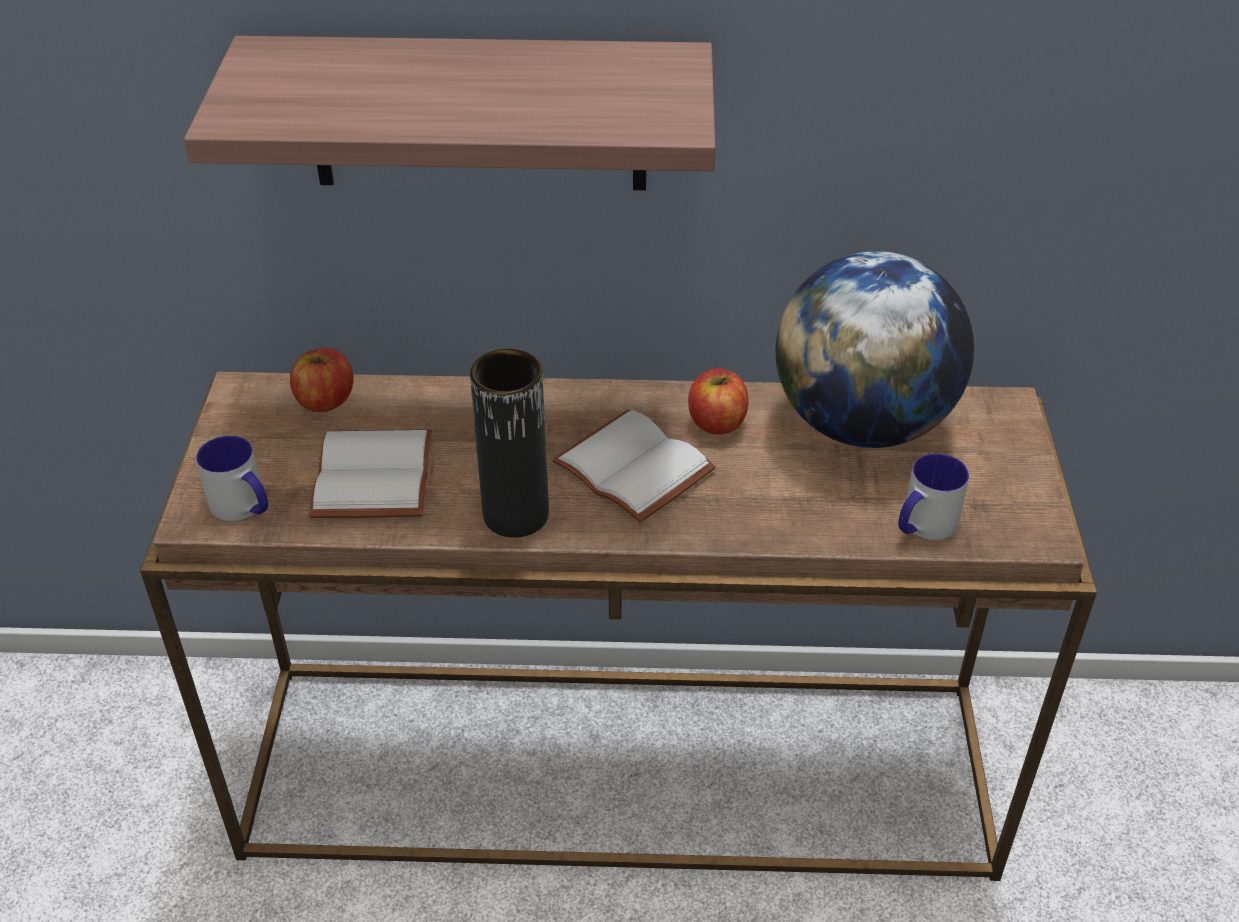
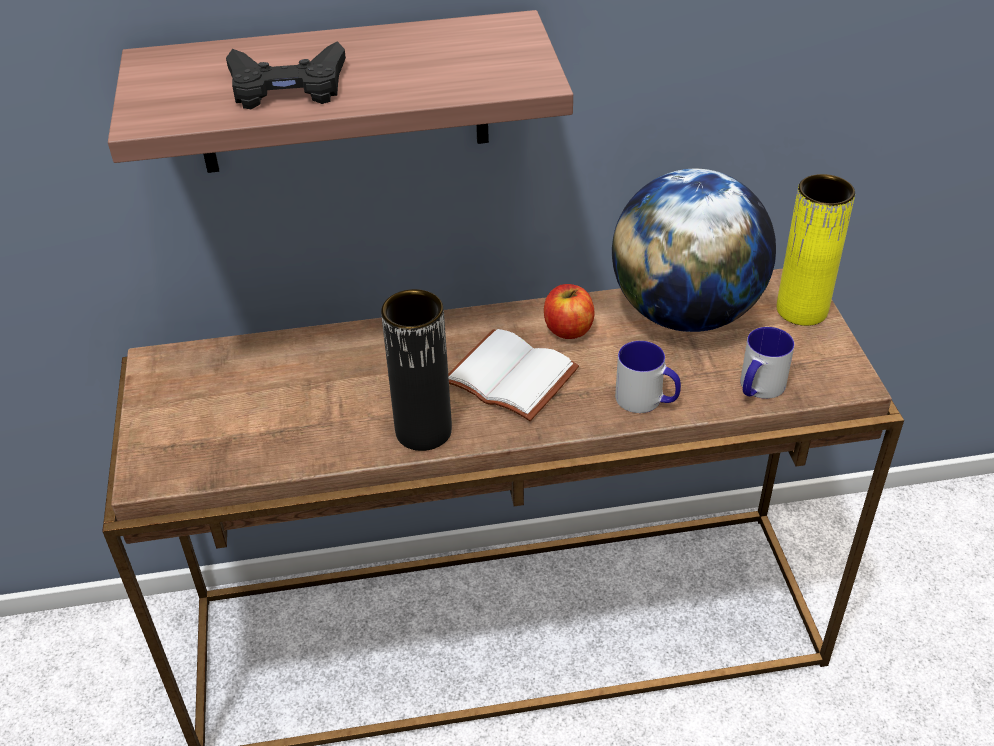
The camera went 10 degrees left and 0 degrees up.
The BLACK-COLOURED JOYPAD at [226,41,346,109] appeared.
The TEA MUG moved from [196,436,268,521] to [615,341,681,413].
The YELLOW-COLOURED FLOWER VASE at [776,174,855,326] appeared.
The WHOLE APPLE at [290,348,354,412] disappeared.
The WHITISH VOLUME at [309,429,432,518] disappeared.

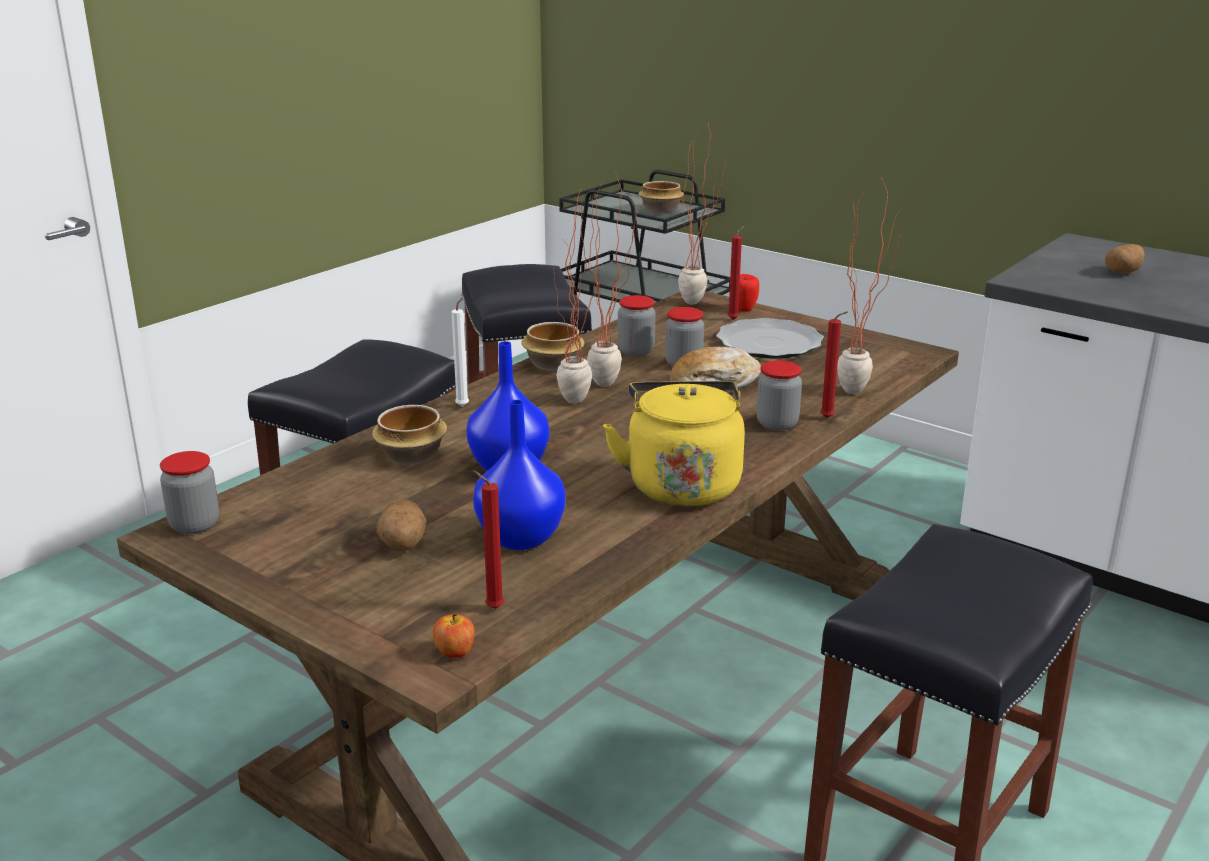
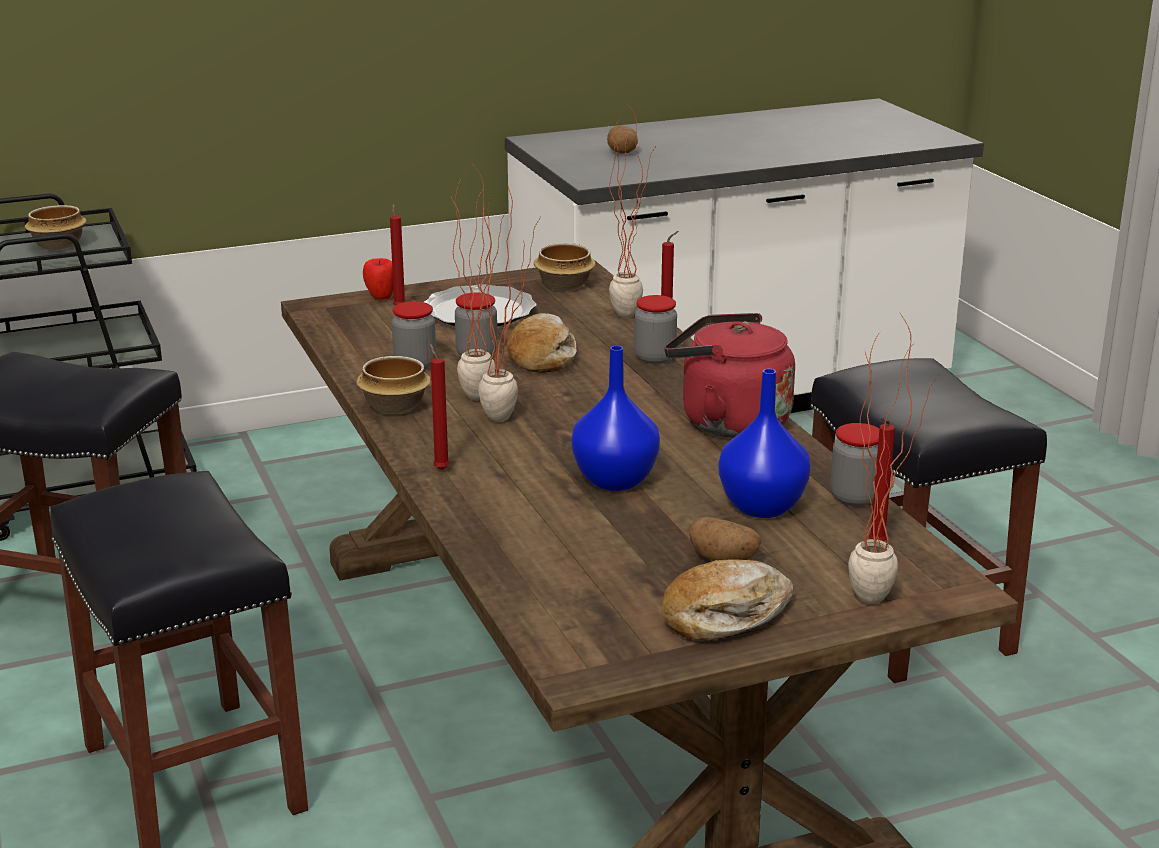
The camera went 60 degrees left and 0 degrees up.
The WHITISH WAX LIGHT at [452,297,469,407] became the RED-COLOURED WAX LIGHT at [430,343,450,470].
The SERVING BOWL moved from [372,405,447,465] to [534,243,596,291].
The BREAD at [662,560,793,640] appeared.
The YELLOW-COLOURED KETTLE at [603,381,745,506] became the RED-COLOURED KETTLE at [664,313,795,438].
The JAR moved from [160,451,219,534] to [830,423,879,506].
The HOUSEPLANT moved from [678,123,732,305] to [848,312,938,604].
The WHOLE APPLE at [433,614,475,658] disappeared.

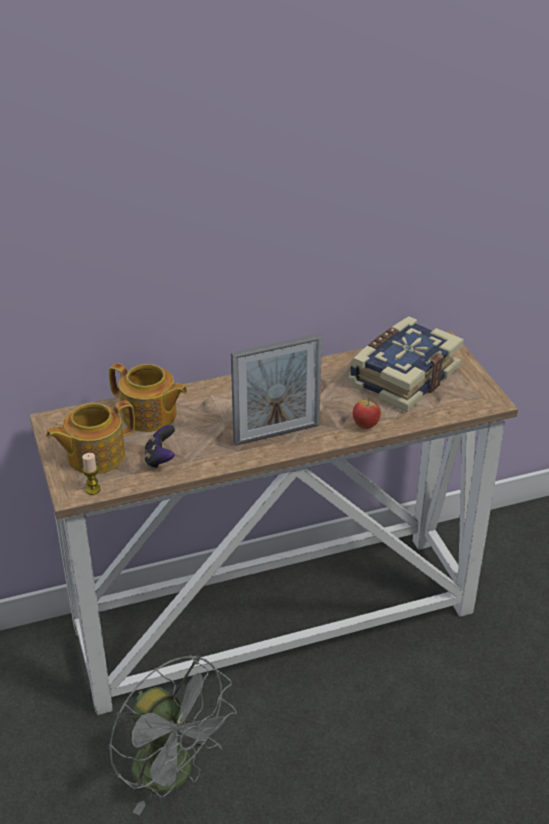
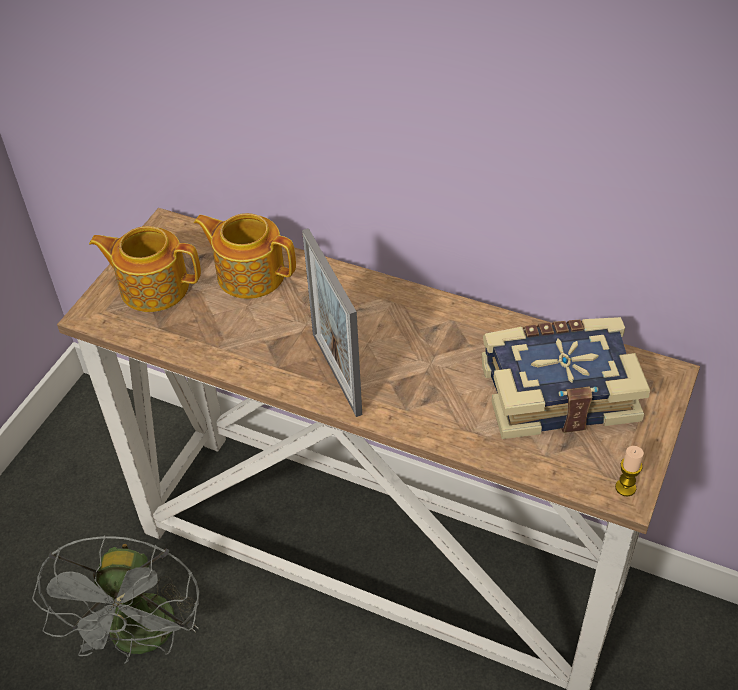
The camera went 45 degrees right and 10 degrees up.
The POT FOR TEA at [109,363,188,432] turned 135 degrees clockwise.
The PHOTO FRAME at [231,333,322,446] turned 45 degrees clockwise.
The WAX LIGHT moved from [82,453,101,495] to [615,446,644,496].
The JOYPAD at [145,425,175,469] disappeared.
The WHOLE APPLE at [353,398,381,429] disappeared.

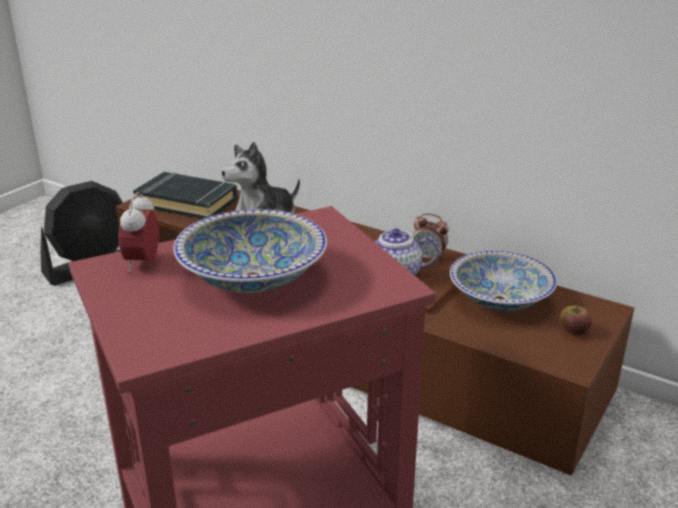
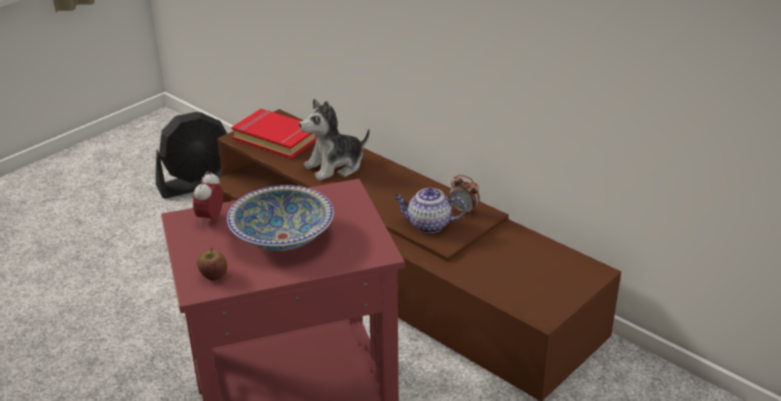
The camera went 10 degrees right and 5 degrees up.
The WHOLE APPLE moved from [560,303,592,335] to [197,248,227,281].
The BLACK-COLOURED VOLUME at [133,172,237,219] became the RED-COLOURED VOLUME at [231,109,316,159].
The SERVING BOWL at [450,251,557,311] disappeared.

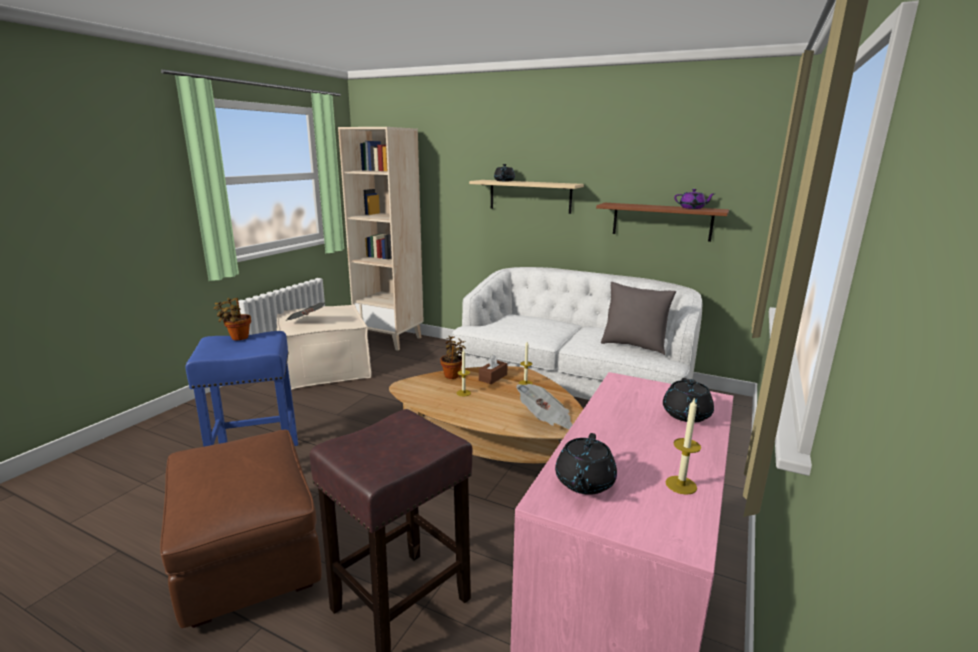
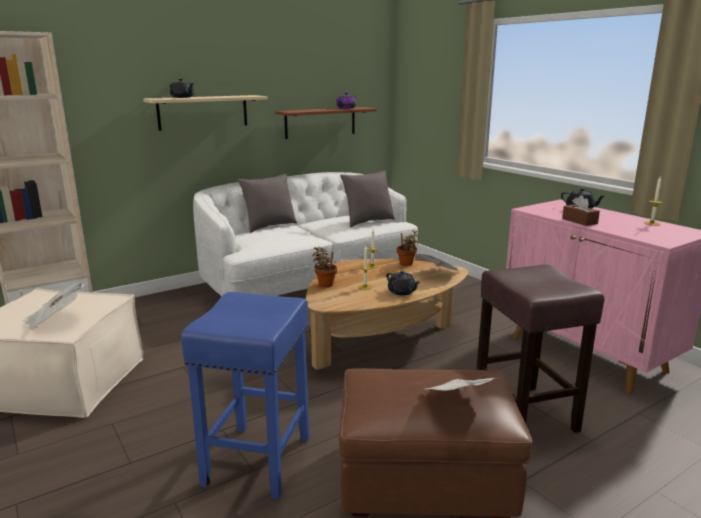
The camera went 60 degrees left and 0 degrees up.
The GREY CUSHION at [238,174,297,233] appeared.
The BLACK-COLOURED POT FOR TEA moved from [555,433,617,495] to [386,271,420,295].
The HOUSEPLANT moved from [213,298,251,340] to [396,230,419,266].
The DAILY PAPER at [426,378,495,391] appeared.
The BROWN TISSUE BOX moved from [479,354,508,384] to [562,195,600,226].

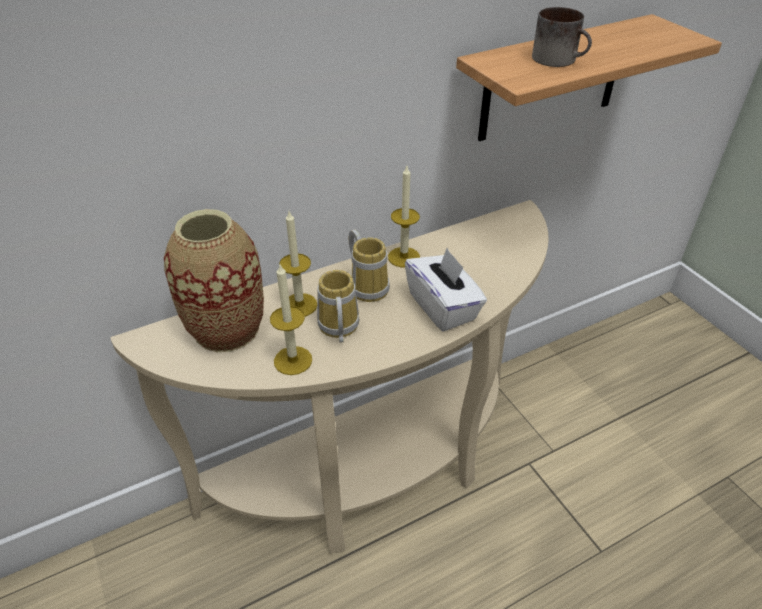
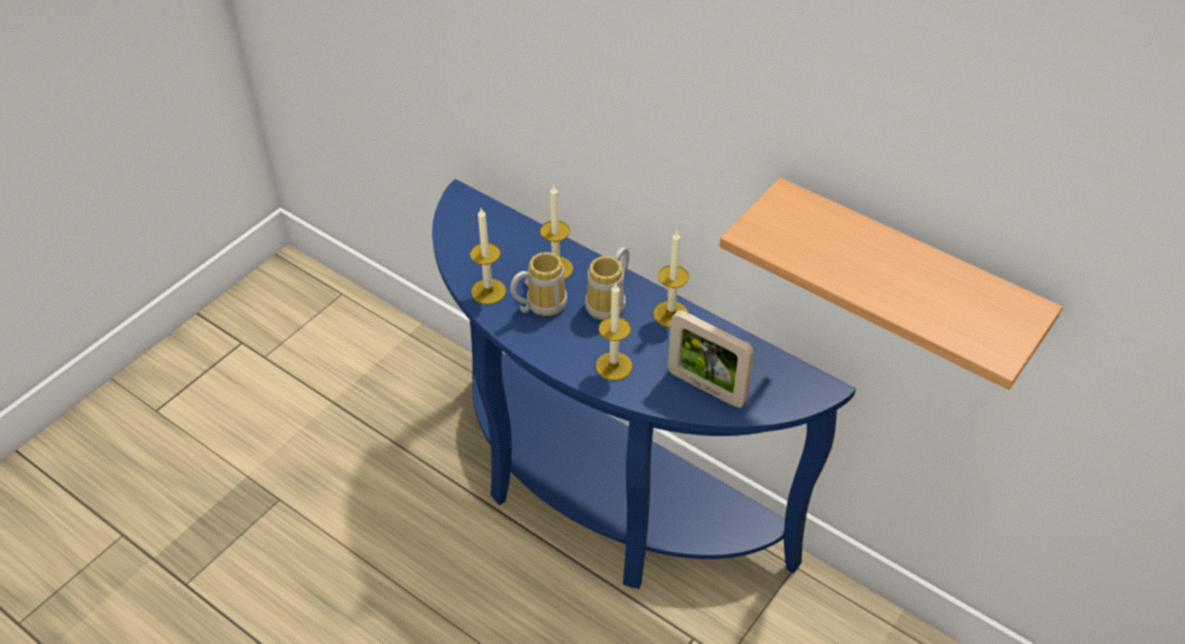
The camera went 65 degrees right and 5 degrees up.
The BEIGE-COLOURED NARROW TABLE at [110,200,549,554] became the BLUE-COLOURED NARROW TABLE at [432,179,856,589].
The WHITISH TISSUE BOX at [405,248,487,332] was replaced by the WAX LIGHT at [596,282,632,380].
The PHOTO FRAME at [668,310,755,408] appeared.
The FLOWER VASE at [164,209,264,352] disappeared.
The TEA MUG at [532,7,592,67] disappeared.

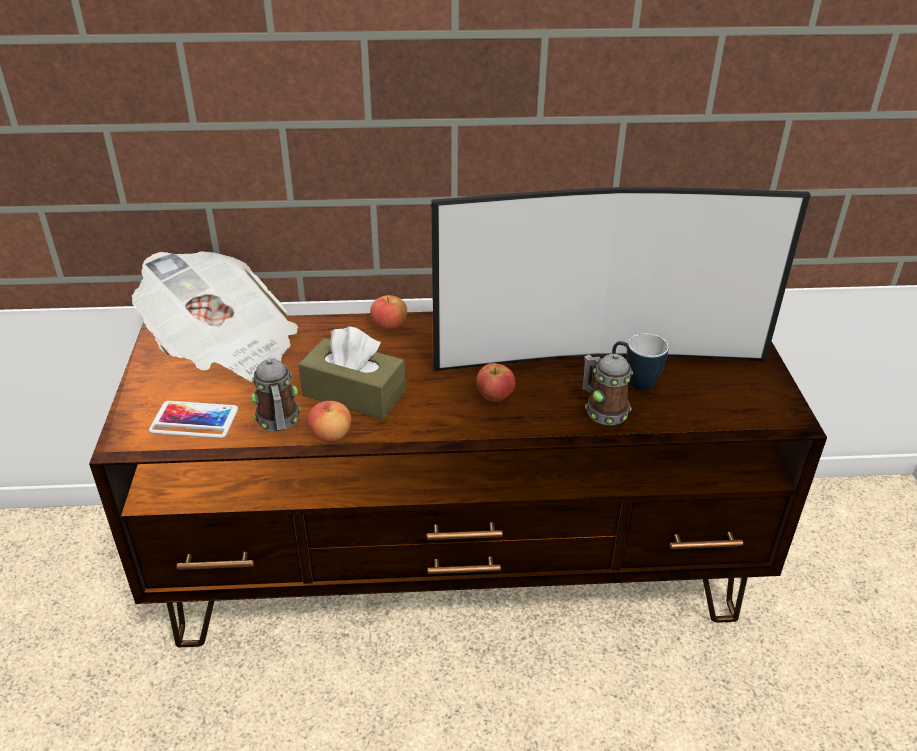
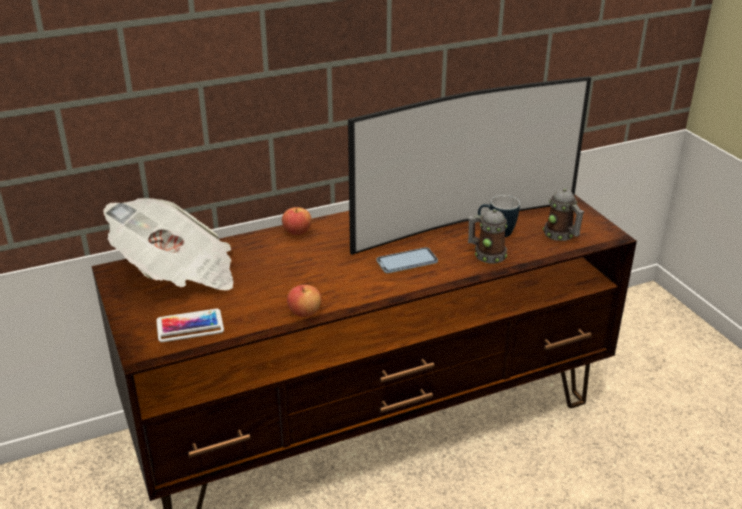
The camera went 20 degrees left and 5 degrees down.
The WHOLE APPLE at [476,363,515,402] was replaced by the HANDSET at [376,247,438,273].
The TEA MUG moved from [251,359,301,431] to [543,188,584,241].
The BROWN TISSUE BOX at [299,326,406,419] disappeared.

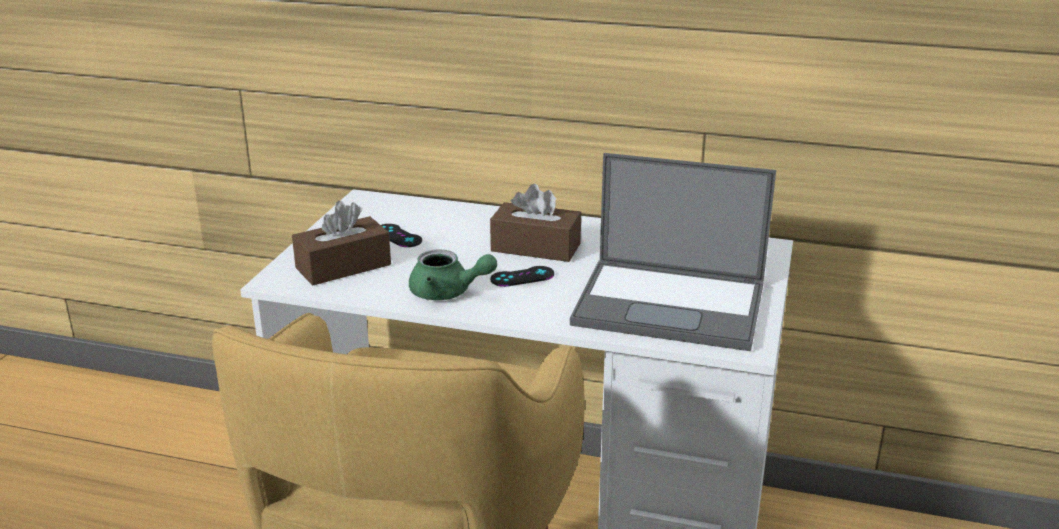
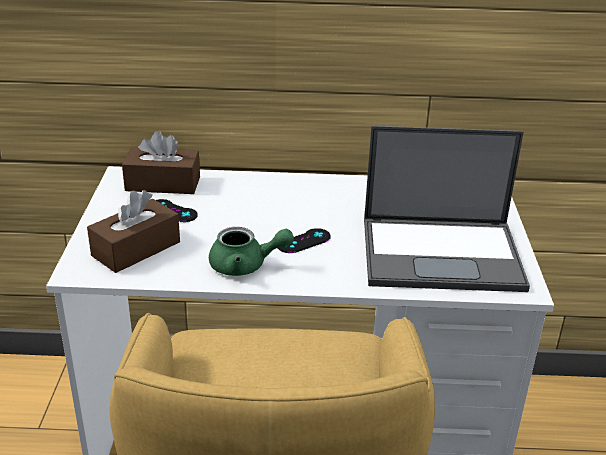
The camera went 15 degrees left and 5 degrees up.
The BROWN TISSUE BOX moved from [490,184,581,262] to [122,131,200,194].

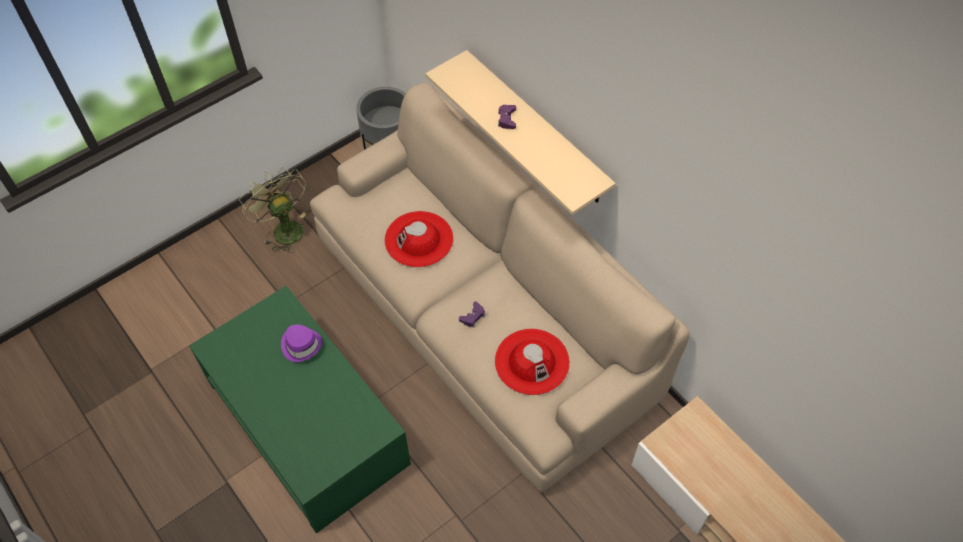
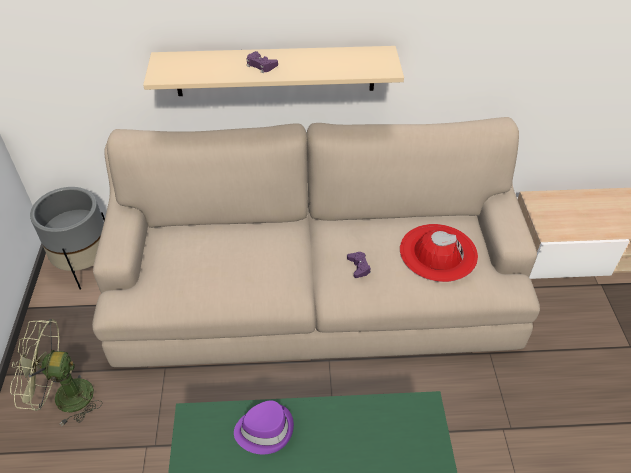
The camera went 55 degrees left and 10 degrees down.
The RED-COLOURED HAT at [384,211,453,268] disappeared.

